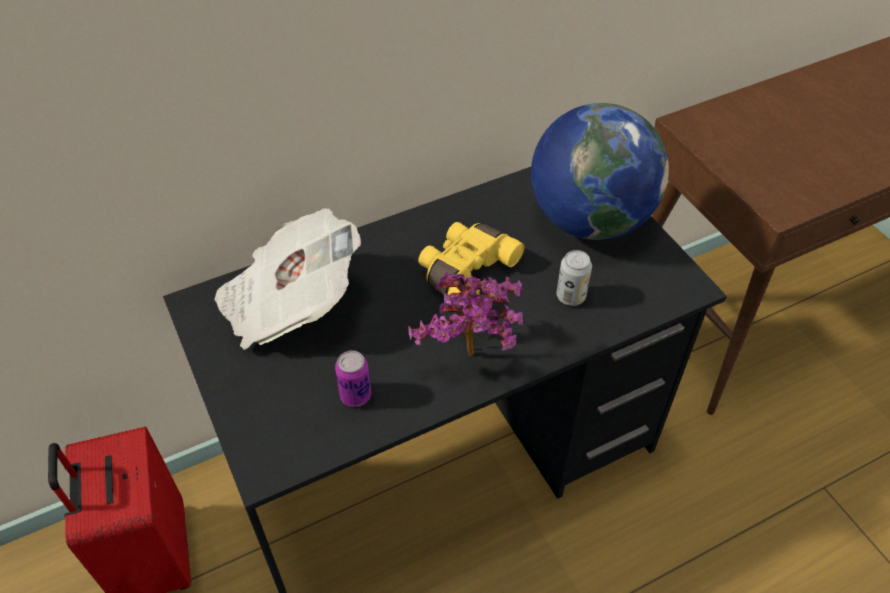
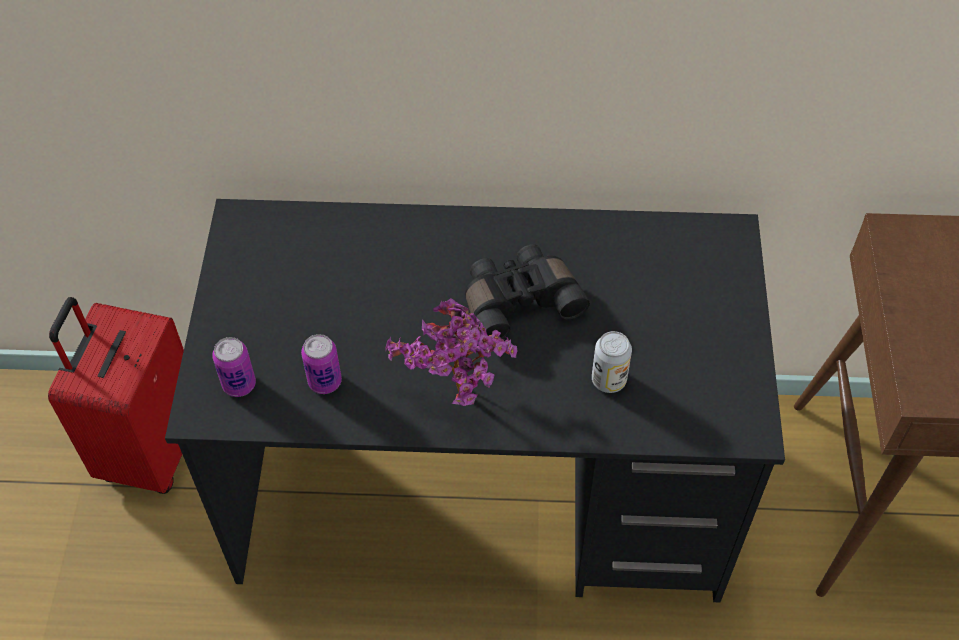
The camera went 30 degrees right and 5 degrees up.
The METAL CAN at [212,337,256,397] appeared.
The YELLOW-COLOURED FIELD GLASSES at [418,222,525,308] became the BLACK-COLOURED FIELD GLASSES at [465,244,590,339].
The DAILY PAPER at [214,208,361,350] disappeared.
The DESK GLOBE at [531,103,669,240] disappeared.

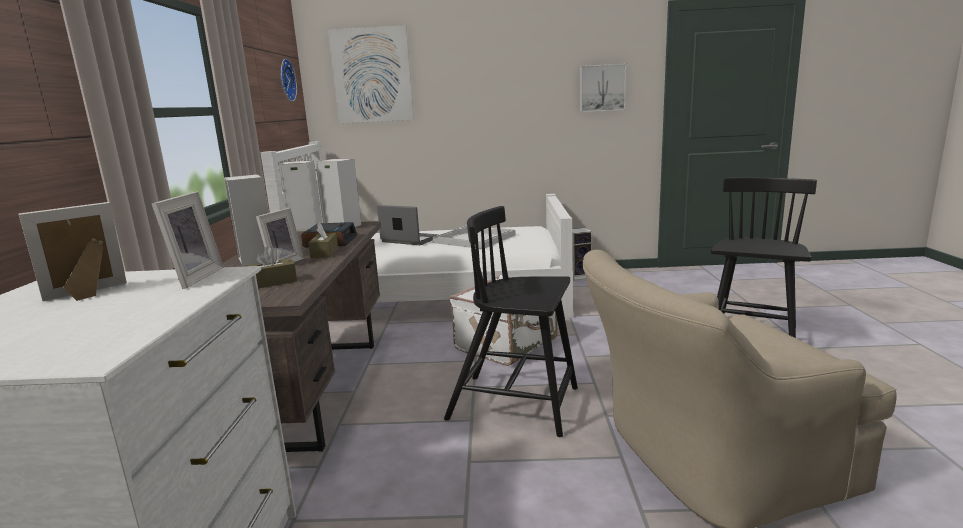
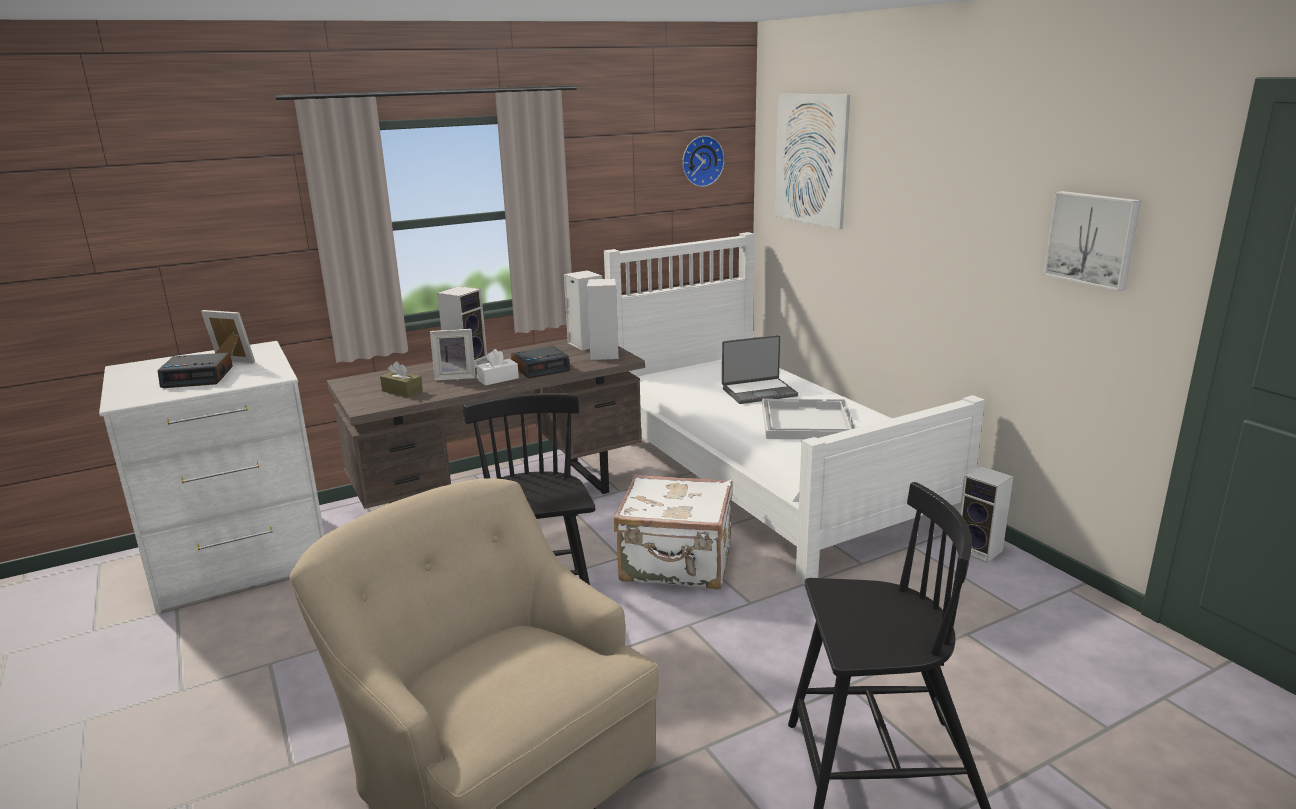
The camera went 60 degrees right and 5 degrees up.
The TABLE CLOCK at [158,352,233,388] appeared.
The BROWN TISSUE BOX at [308,223,338,259] became the WHITISH TISSUE BOX at [476,349,519,386].
The LAPTOP at [377,205,439,245] turned 75 degrees clockwise.
The PHOTO FRAME at [152,191,224,289] disappeared.

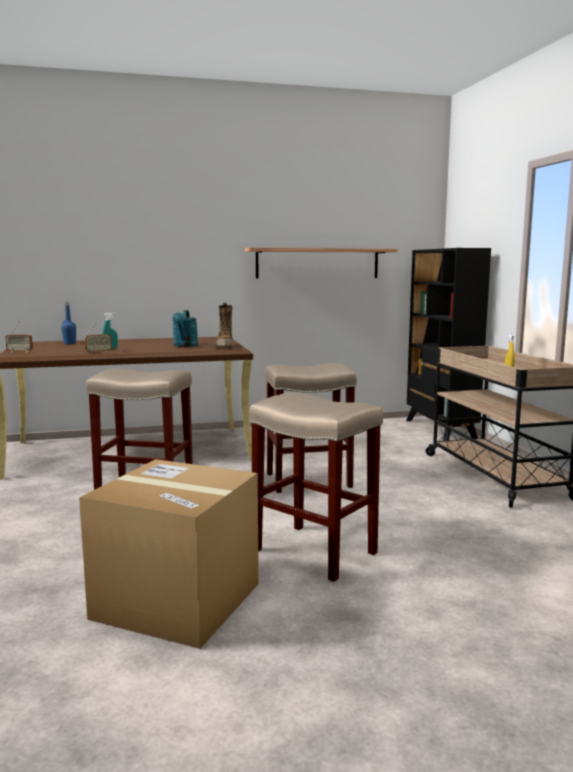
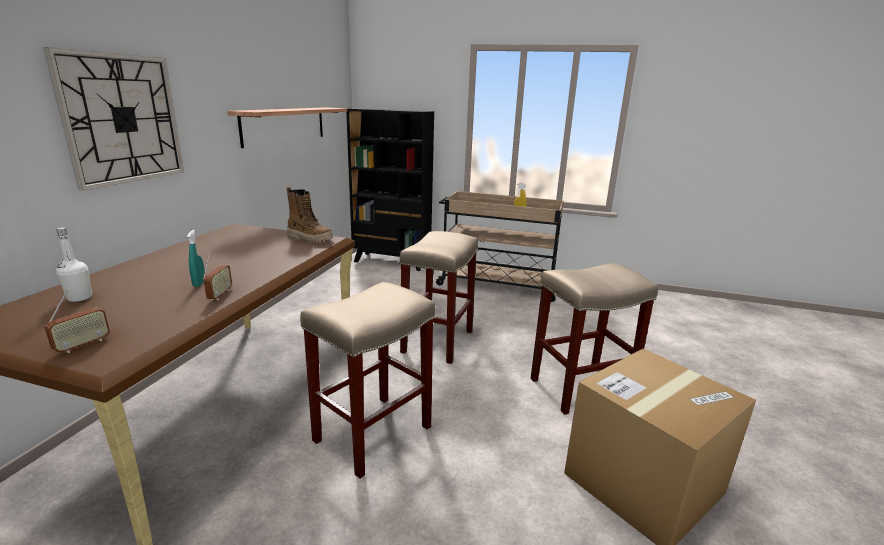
The camera went 60 degrees left and 10 degrees up.
The HANGING CLOCK at [43,47,184,191] appeared.
The BLUE-COLOURED BOTTLE at [61,302,76,344] became the WHITISH BOTTLE at [56,227,93,302].
The TURQUOISE WATERING CAN at [172,310,198,347] disappeared.

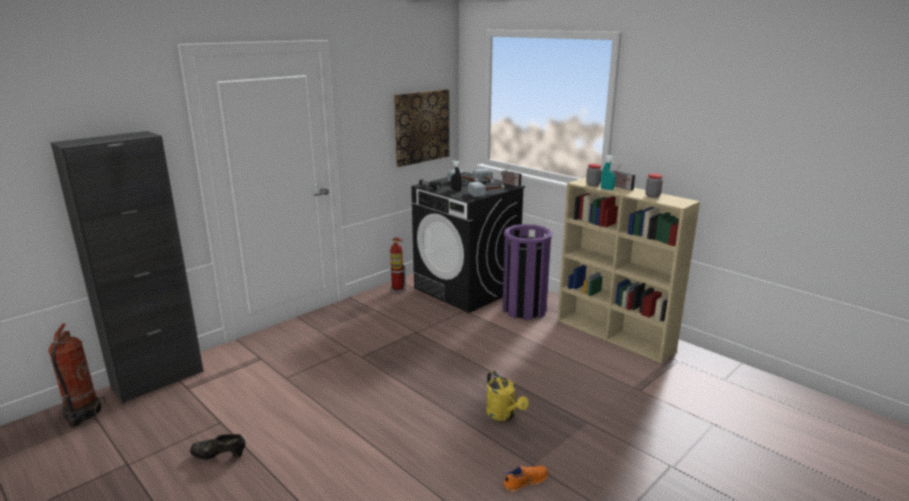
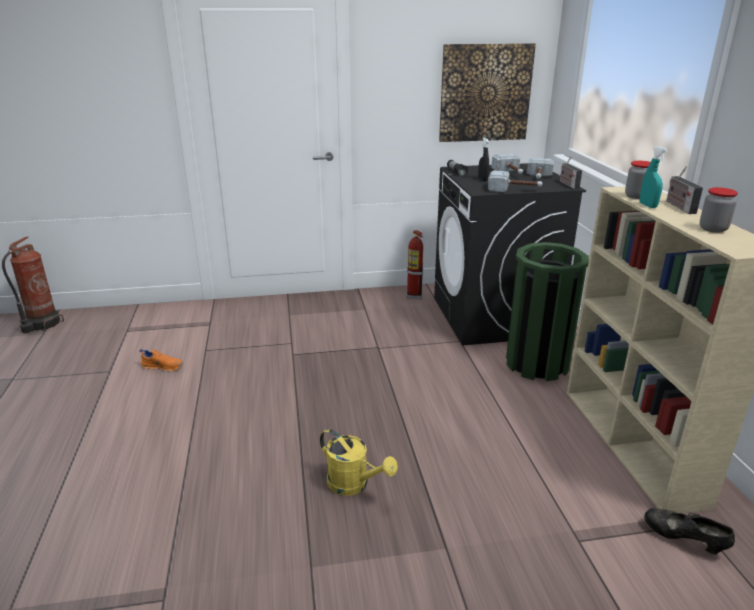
The camera went 35 degrees right and 5 degrees up.
The ORANGE-COLOURED LOW SHOE moved from [503,466,548,493] to [140,349,183,372].
The YELLOW-COLOURED WATERING CAN at [486,371,529,421] turned 60 degrees counterclockwise.
The PURPLE-COLOURED RUBBISH BIN at [502,224,552,320] became the GREEN RUBBISH BIN at [506,242,589,381].
The BLACK-COLOURED LOW SHOE moved from [190,434,246,459] to [644,508,735,555].
The BLACK-COLOURED CUPBOARD at [51,131,204,404] disappeared.

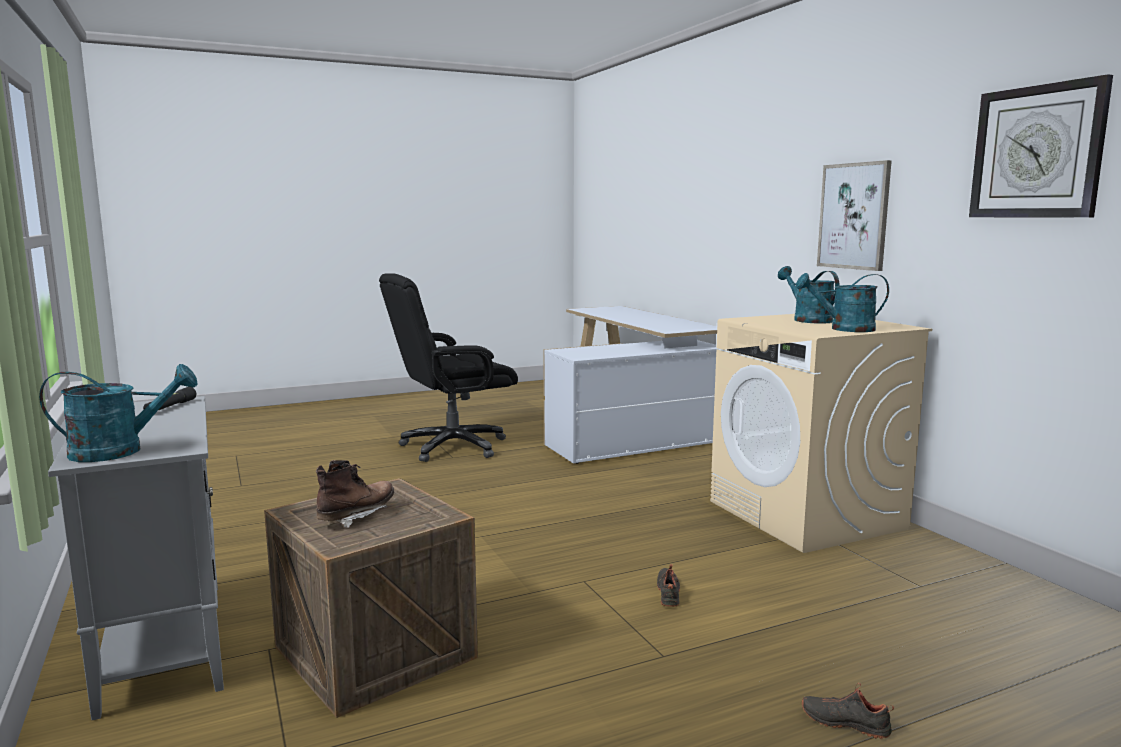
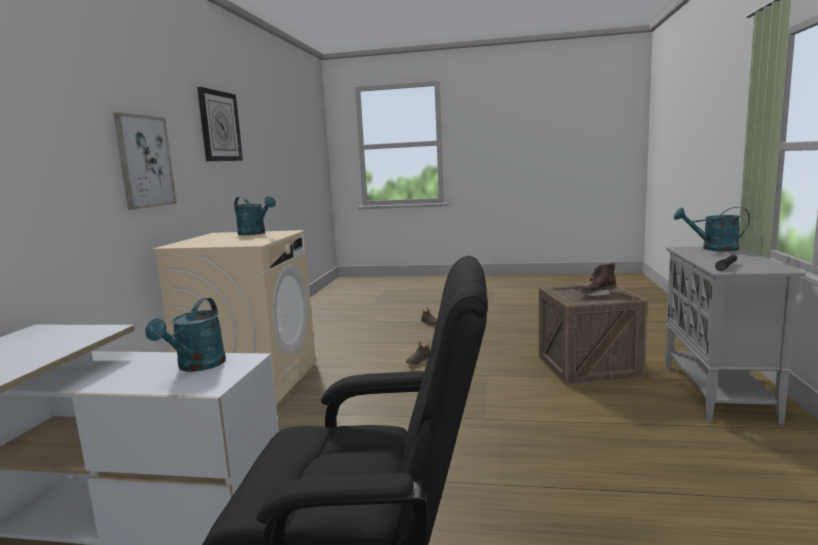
The camera went 145 degrees left and 0 degrees up.
The TURQUOISE WATERING CAN moved from [778,266,839,323] to [145,298,226,372].

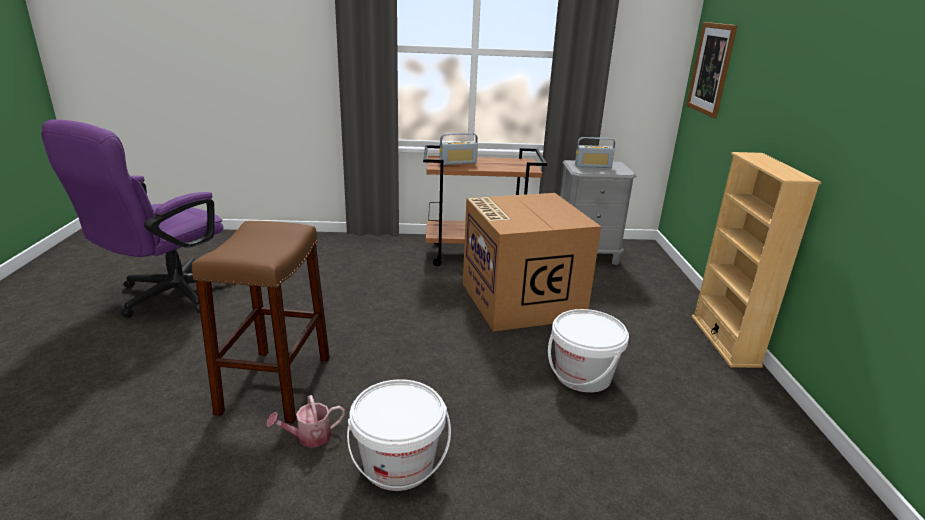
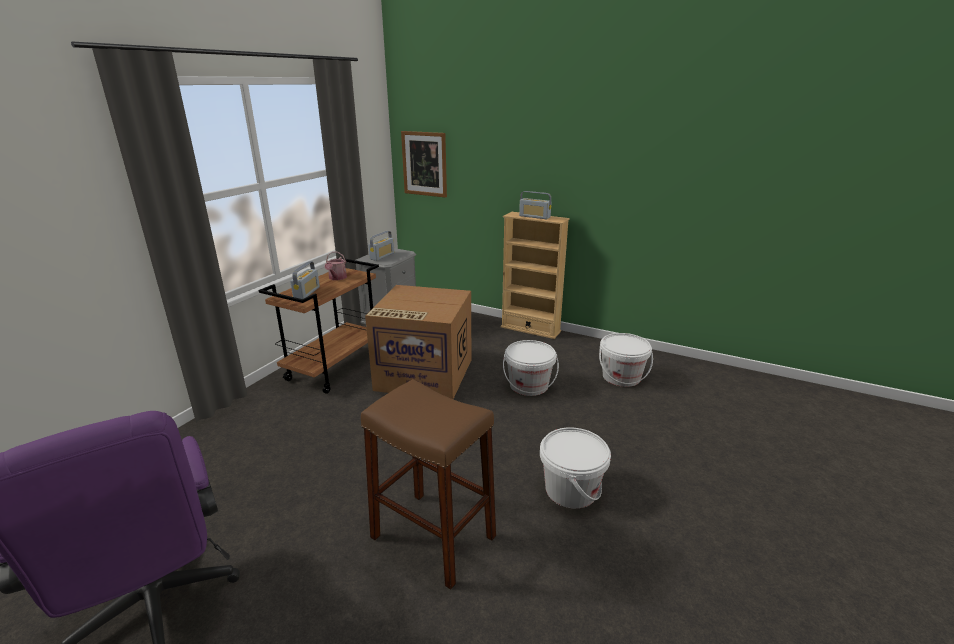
The camera went 60 degrees left and 0 degrees up.
The WATERING CAN moved from [267,395,345,447] to [324,252,347,280].
The RADIO at [519,191,551,219] appeared.
The WHITISH WATER BUCKET at [599,333,653,387] appeared.

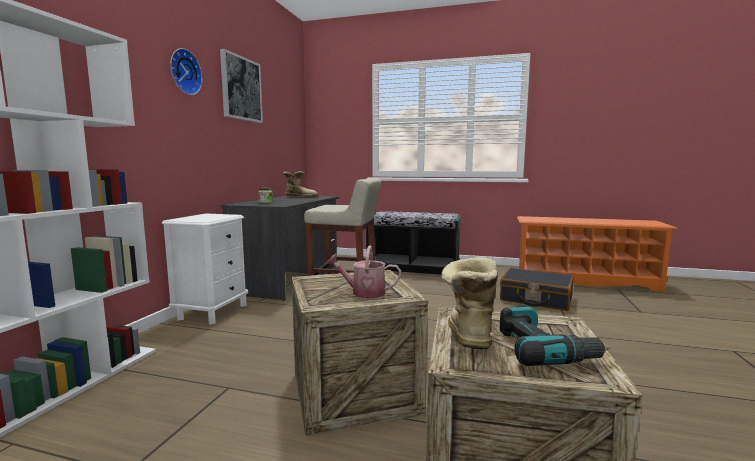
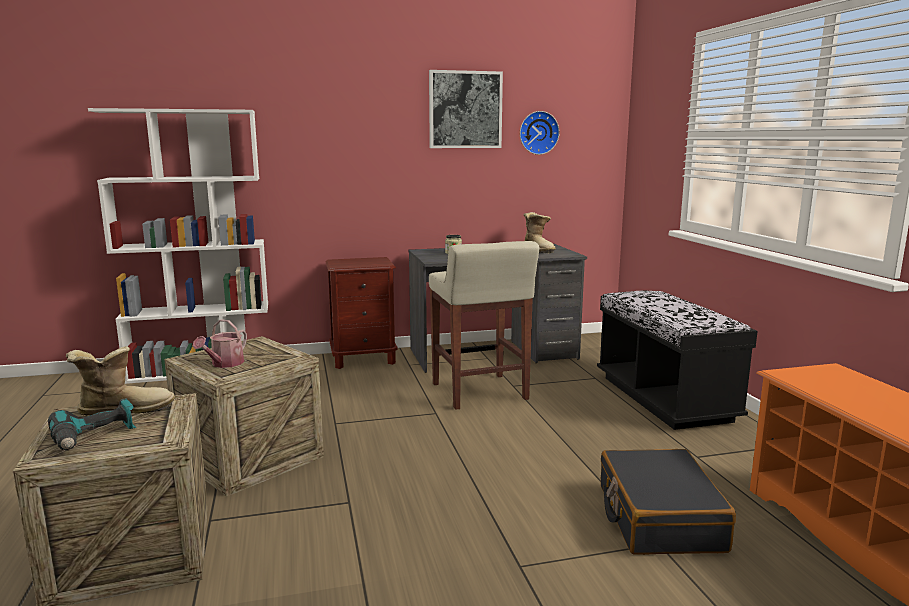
The camera went 60 degrees right and 5 degrees up.
The WATERING CAN at [326,245,401,298] turned 135 degrees counterclockwise.
The WHITISH BEDSIDE TABLE at [162,213,248,325] became the BROWN BEDSIDE TABLE at [326,257,398,369].
The HANGING CLOCK moved from [170,48,203,95] to [520,111,560,155].

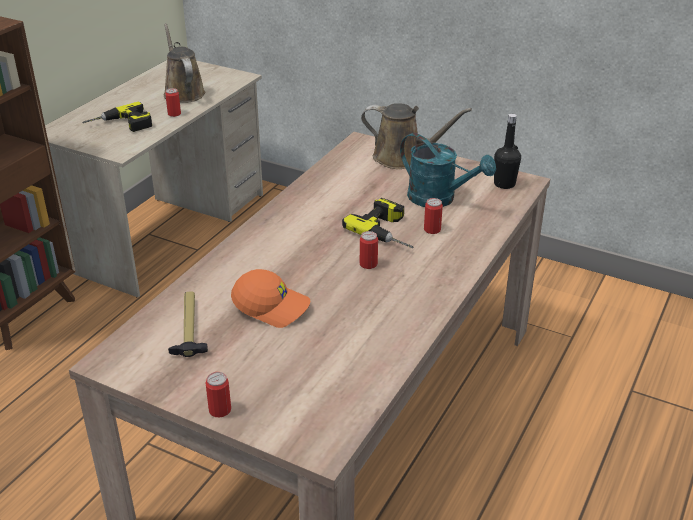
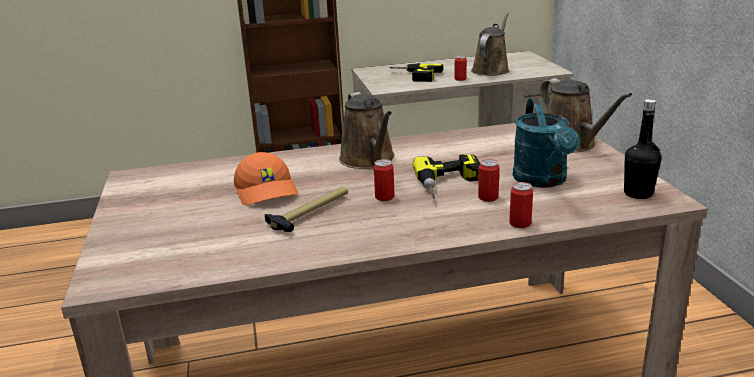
The camera went 50 degrees right and 10 degrees down.
The HAND HAMMER moved from [168,292,208,357] to [265,187,348,232].
The BROWN WATERING CAN at [339,92,395,169] appeared.
The METAL CAN moved from [206,372,231,417] to [509,182,533,228].

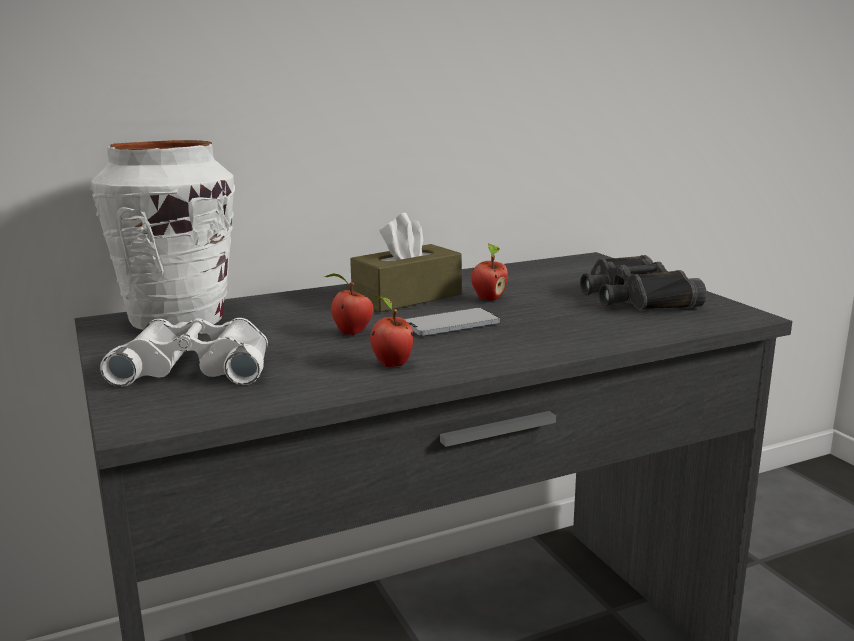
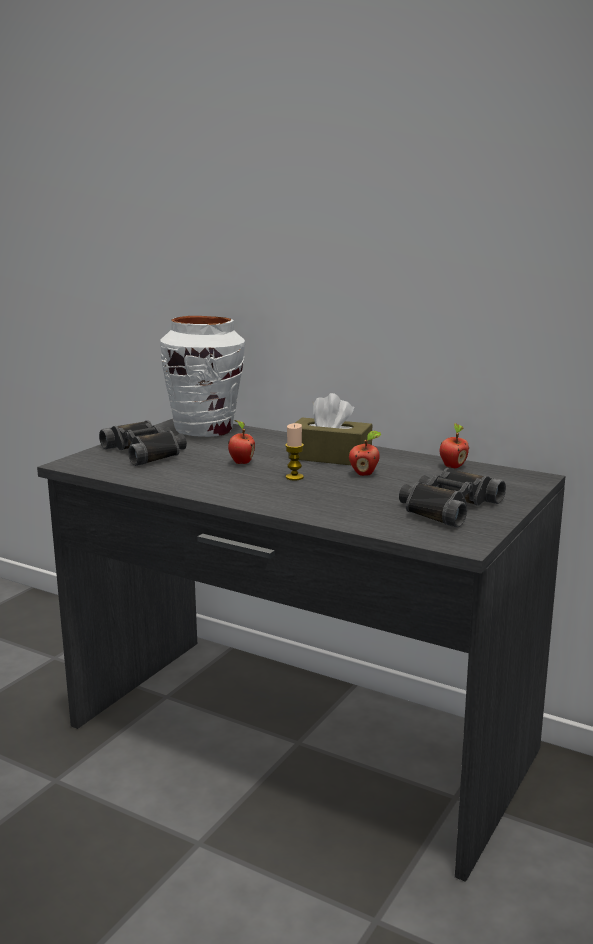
The camera went 55 degrees right and 0 degrees up.
The WHITISH FIELD GLASSES at [100,318,268,387] became the BLACK-COLOURED FIELD GLASSES at [99,420,187,466].
The HANDSET at [404,308,500,336] was replaced by the WAX LIGHT at [285,423,304,480].
The WHOLE APPLE moved from [370,296,413,367] to [440,423,469,468].

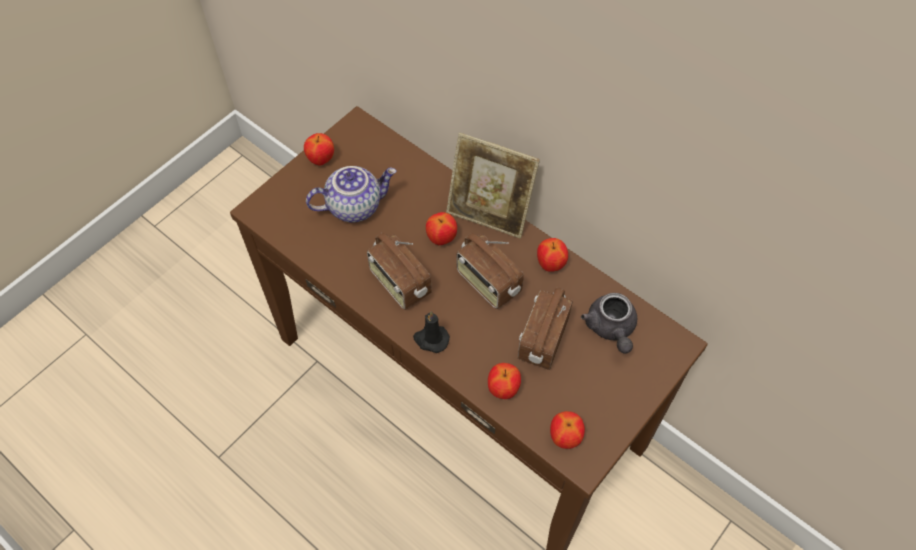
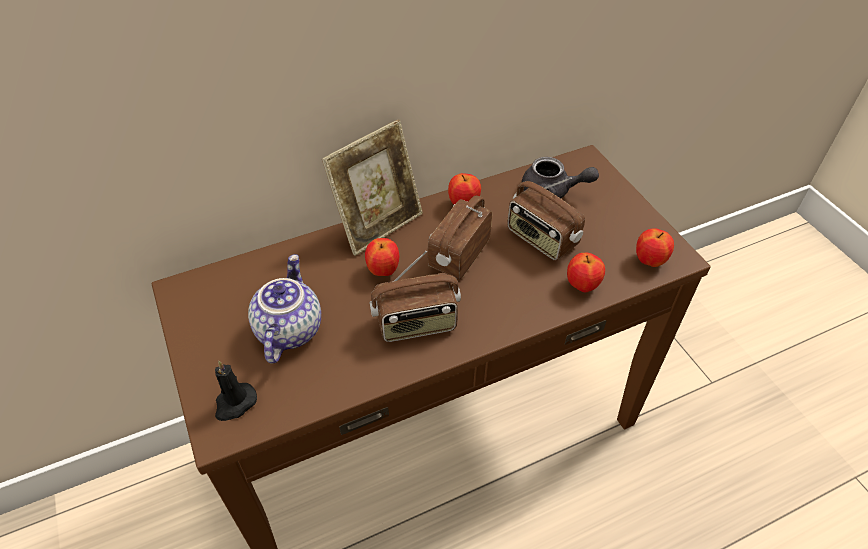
The camera went 65 degrees left and 10 degrees down.
The BLACK-COLOURED WAX LIGHT moved from [413,312,450,353] to [215,361,257,421].
The RADIO at [457,233,524,309] turned 135 degrees clockwise.
The WHOLE APPLE at [304,133,334,166] disappeared.

